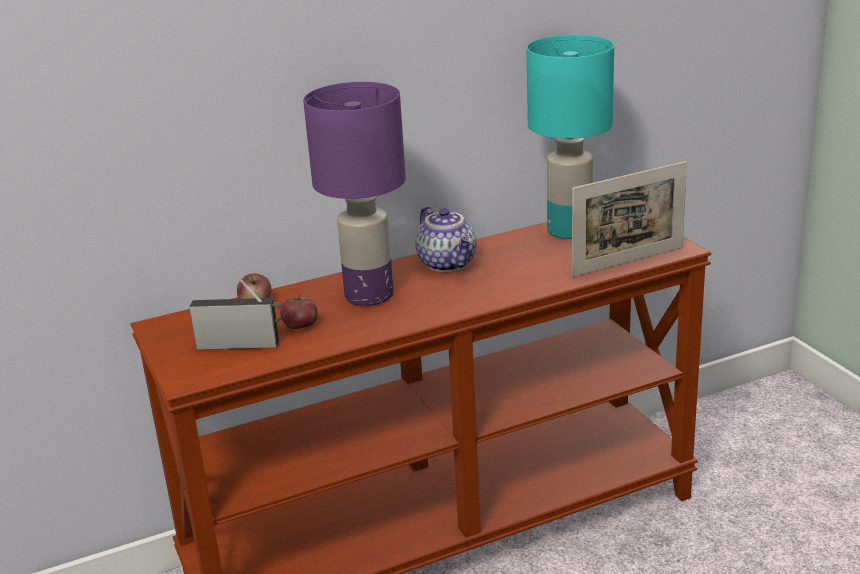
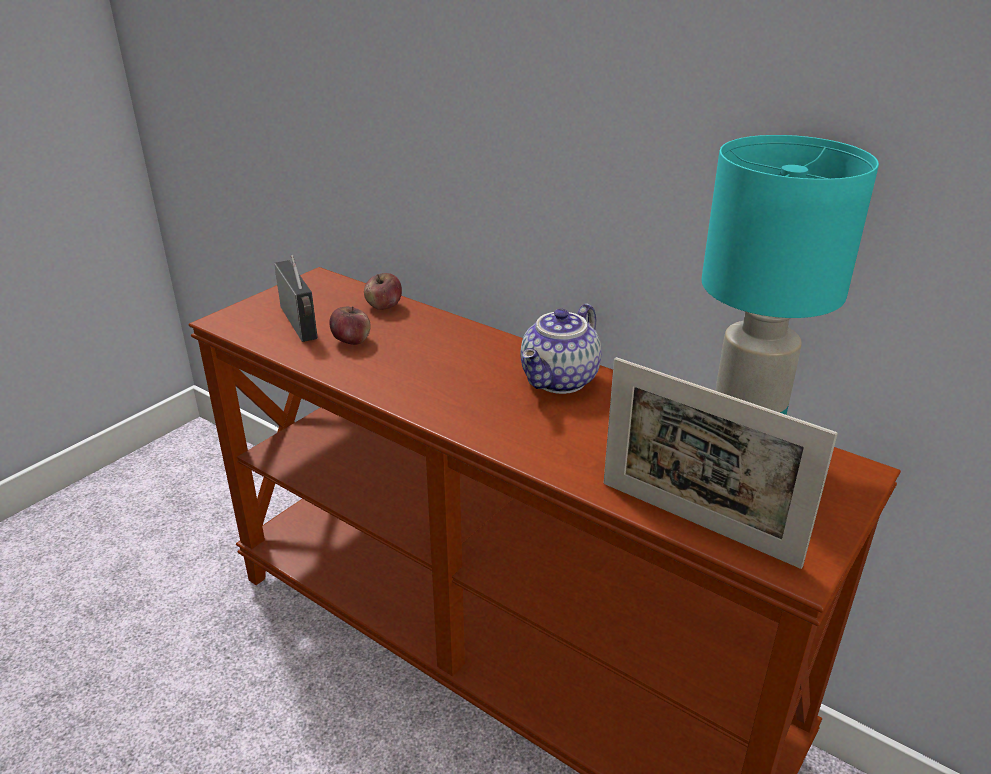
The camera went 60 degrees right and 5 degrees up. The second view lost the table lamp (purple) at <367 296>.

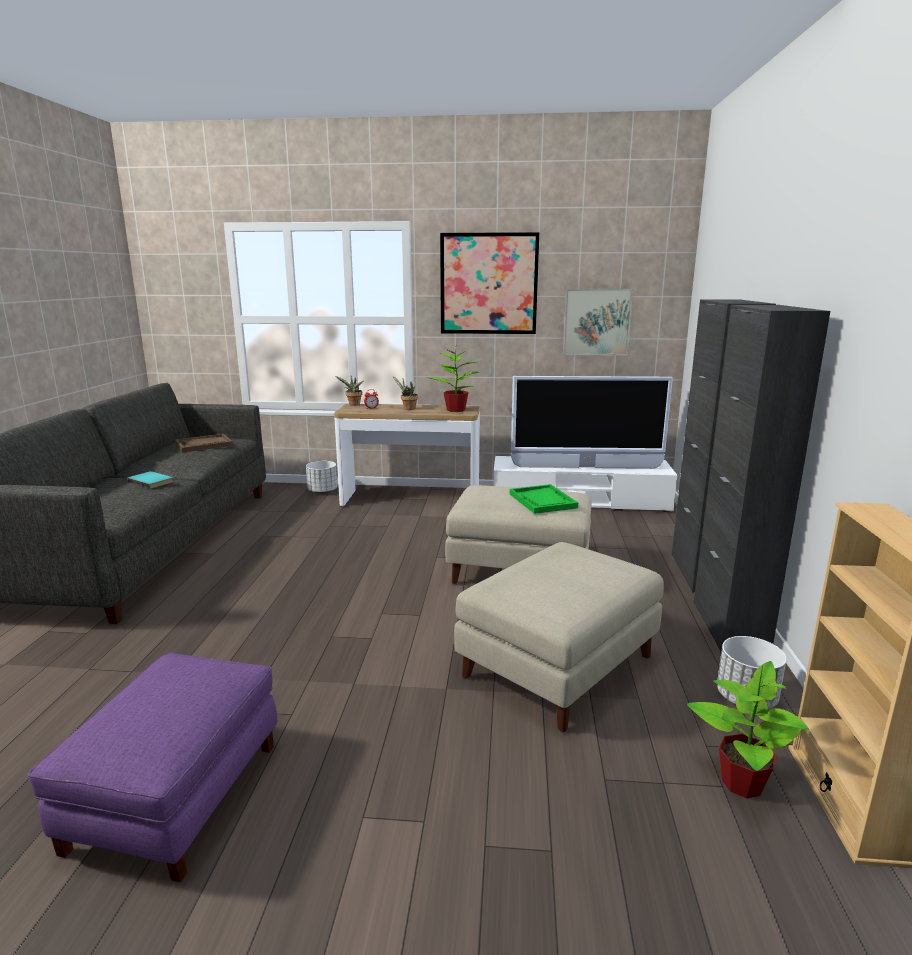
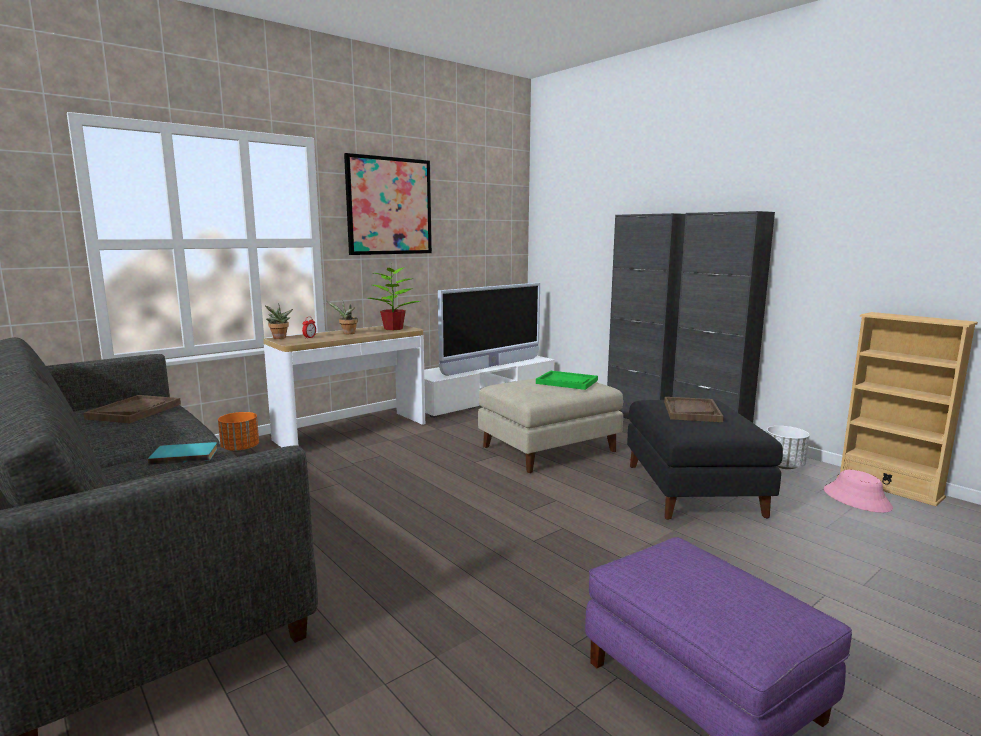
The camera went 45 degrees left and 5 degrees down. What was the planter (white) at <323 491> turned into the planter (orange) at <240 449>. What was the ottoman (beige) at <558 668> turned into the ottoman (black) at <694 491>. The second view gained the tray (brown) at <691 411>. Where the potted plant stood at <742 782>, the hat (pink) came to stand at <857 499>. The second view lost the picture at <596 322>.

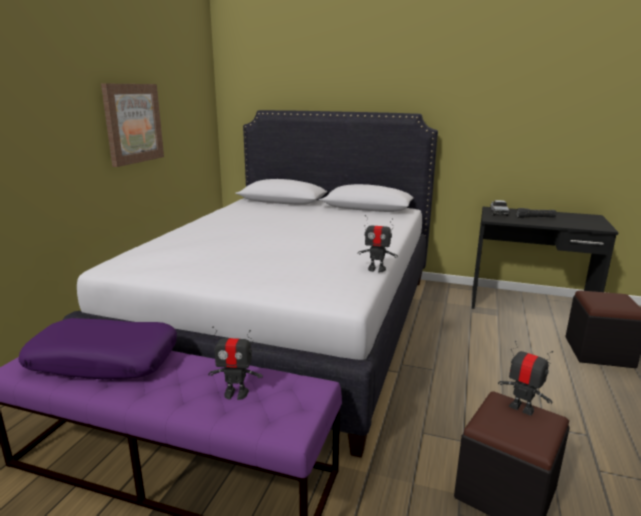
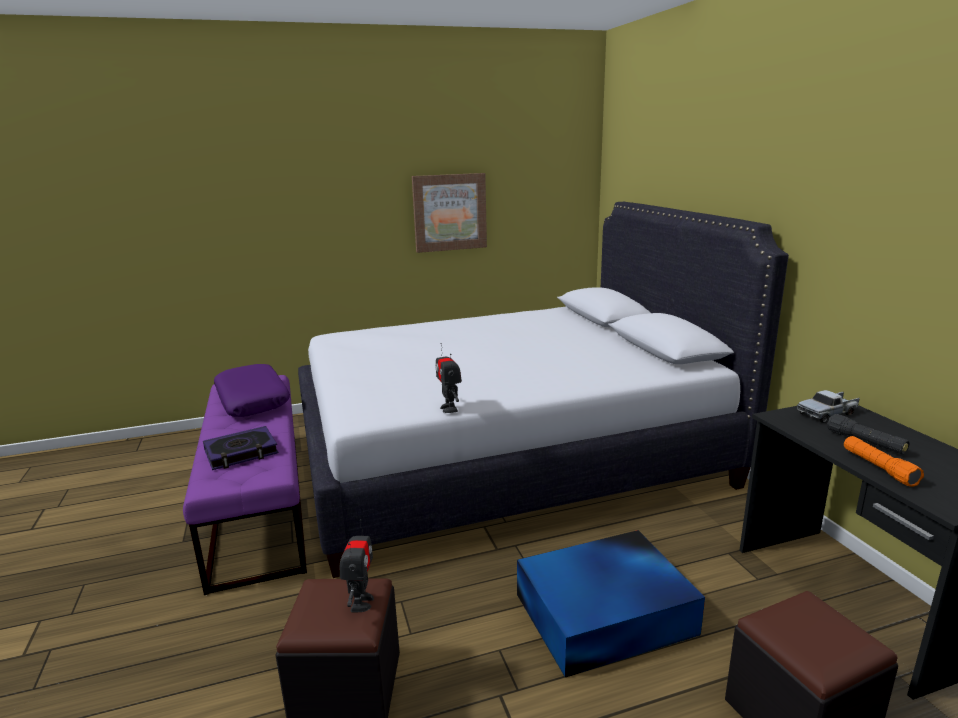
The camera went 55 degrees right and 0 degrees up. Where the toy robot stood at <236 393>, the book came to stand at <241 452>. The second view gained the storage box (blue) at <607 614>. The second view gained the flashlight (orange) at <878 468>.

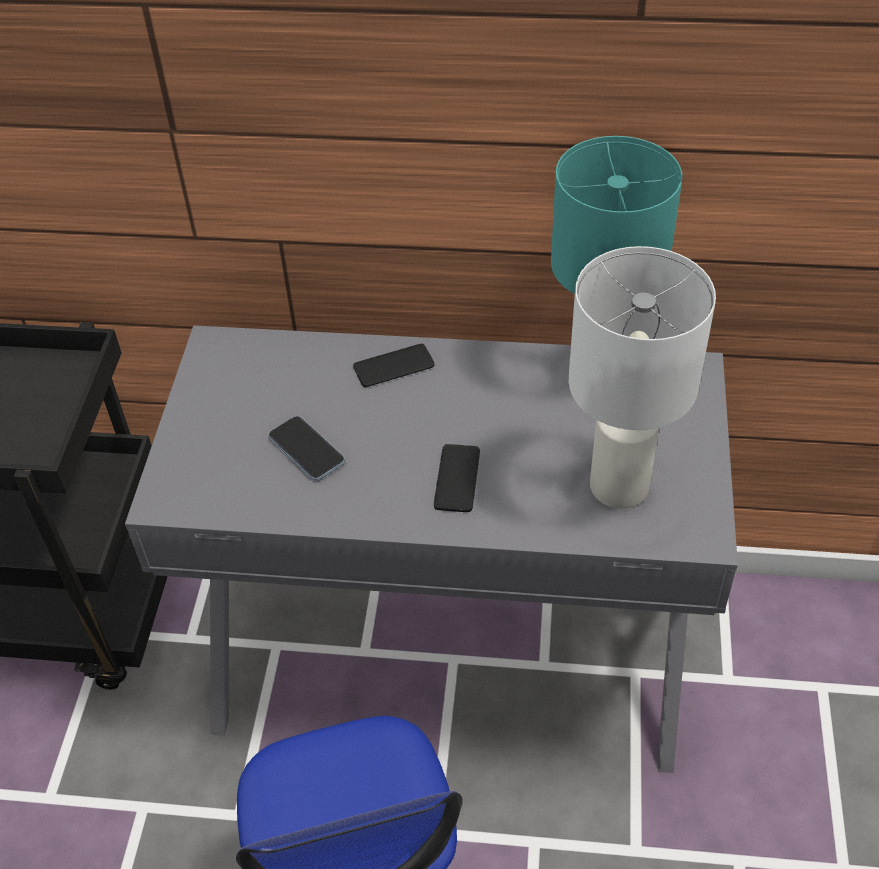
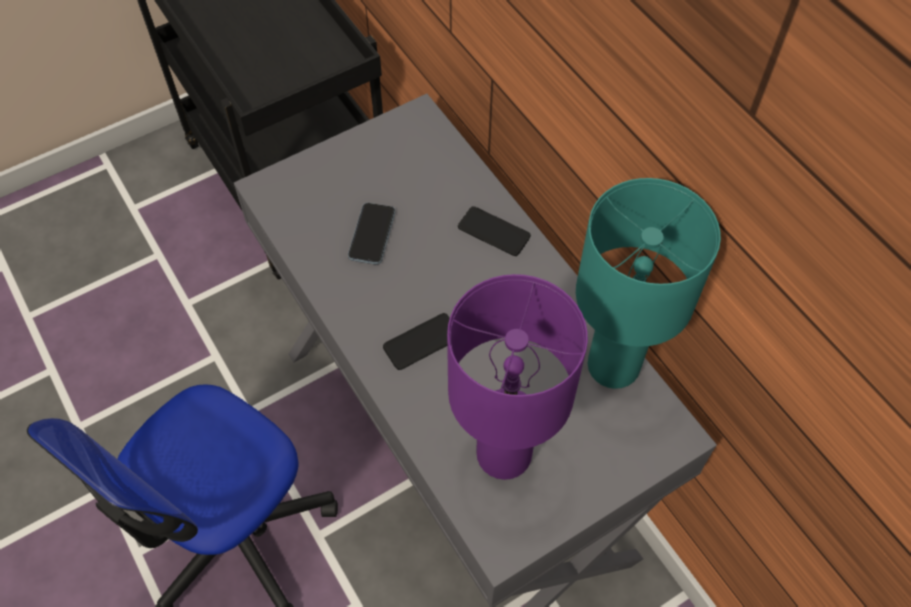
The camera went 50 degrees right and 10 degrees up. What was the table lamp (white) at <619 487> turned into the table lamp (purple) at <502 454>.

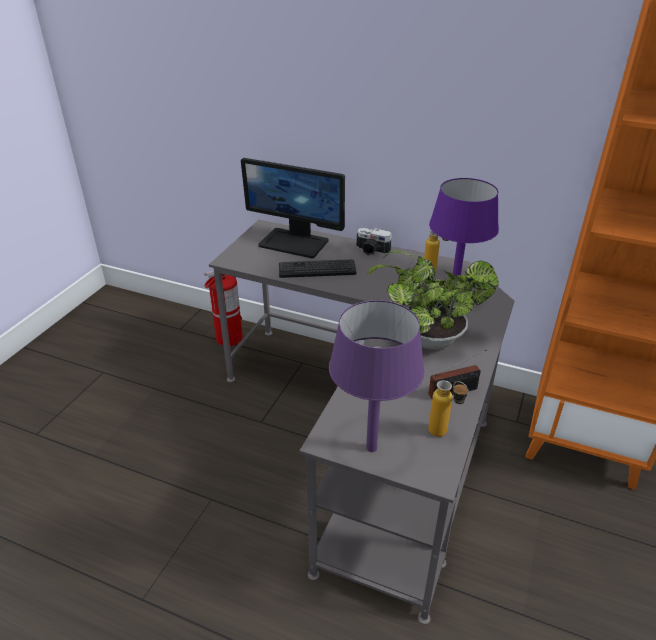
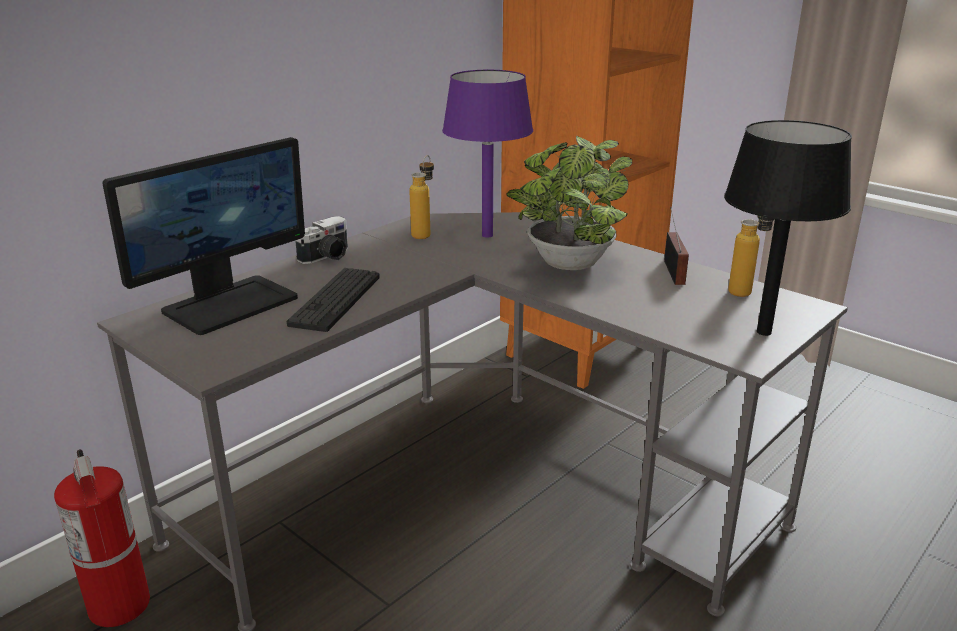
The camera went 70 degrees left and 10 degrees down. What was the table lamp (purple) at <371 447> turned into the table lamp (black) at <763 332>.

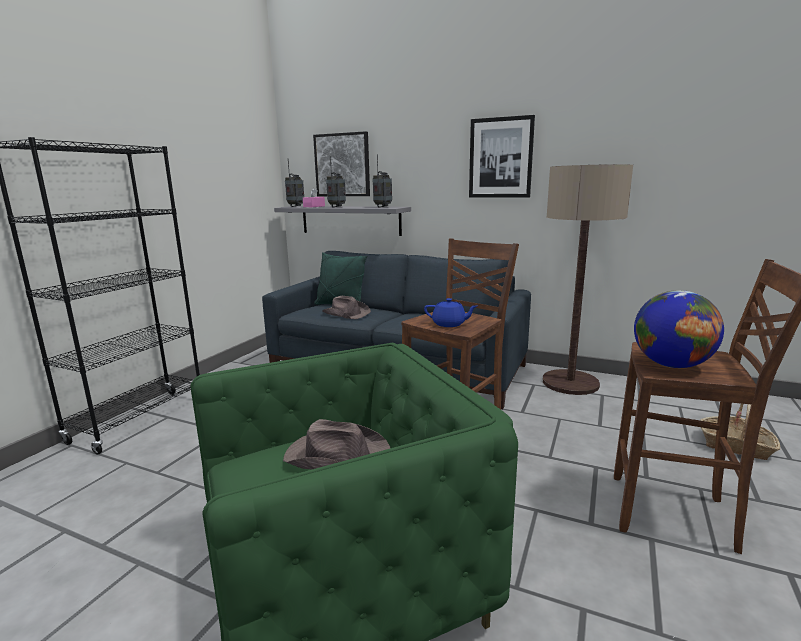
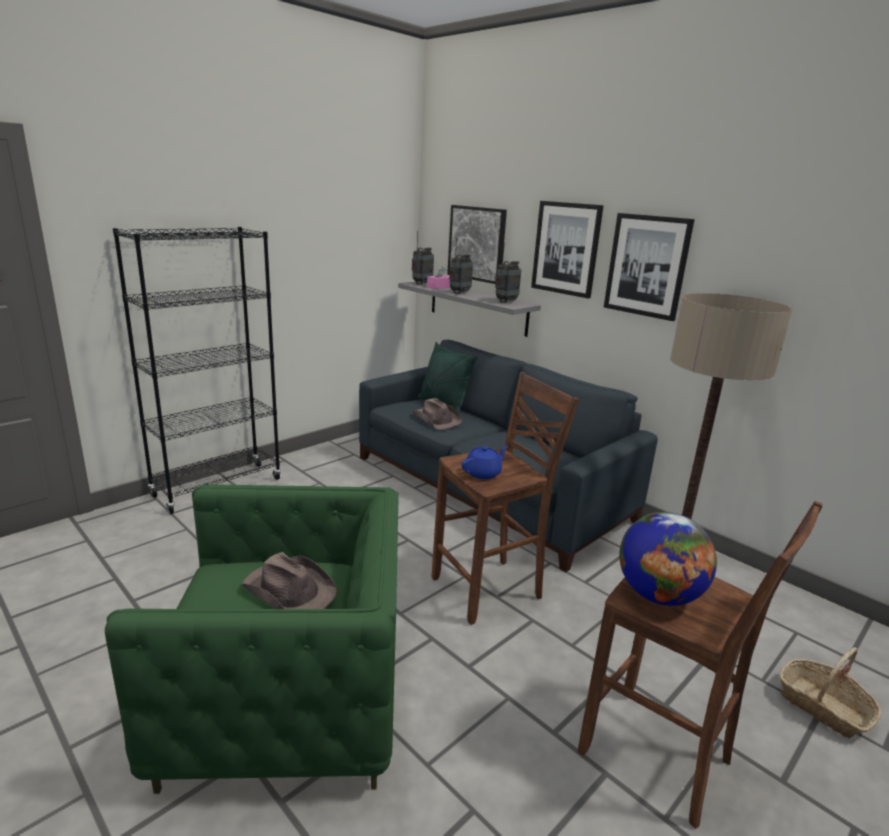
The camera went 20 degrees right and 5 degrees up. The teapot (blue) at <449 324> ended up facing another way, 75 degrees counterclockwise from before. The second view gained the picture at <566 248>.

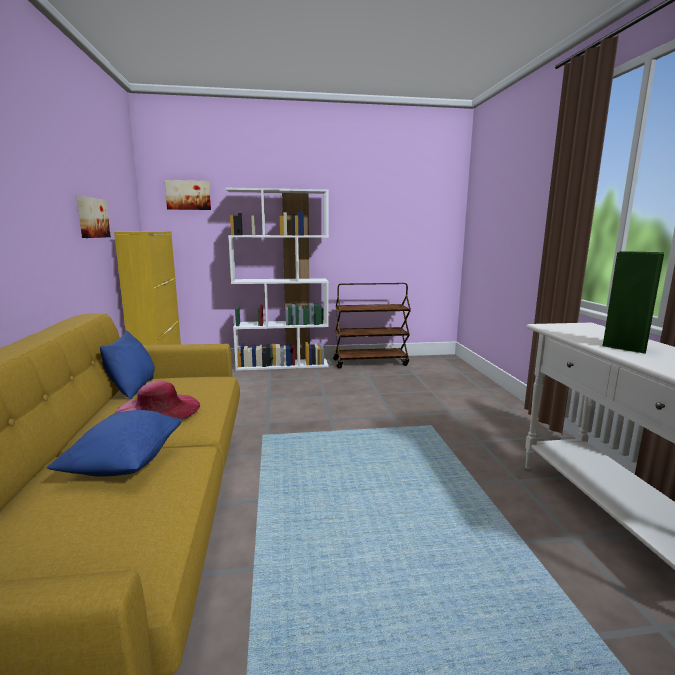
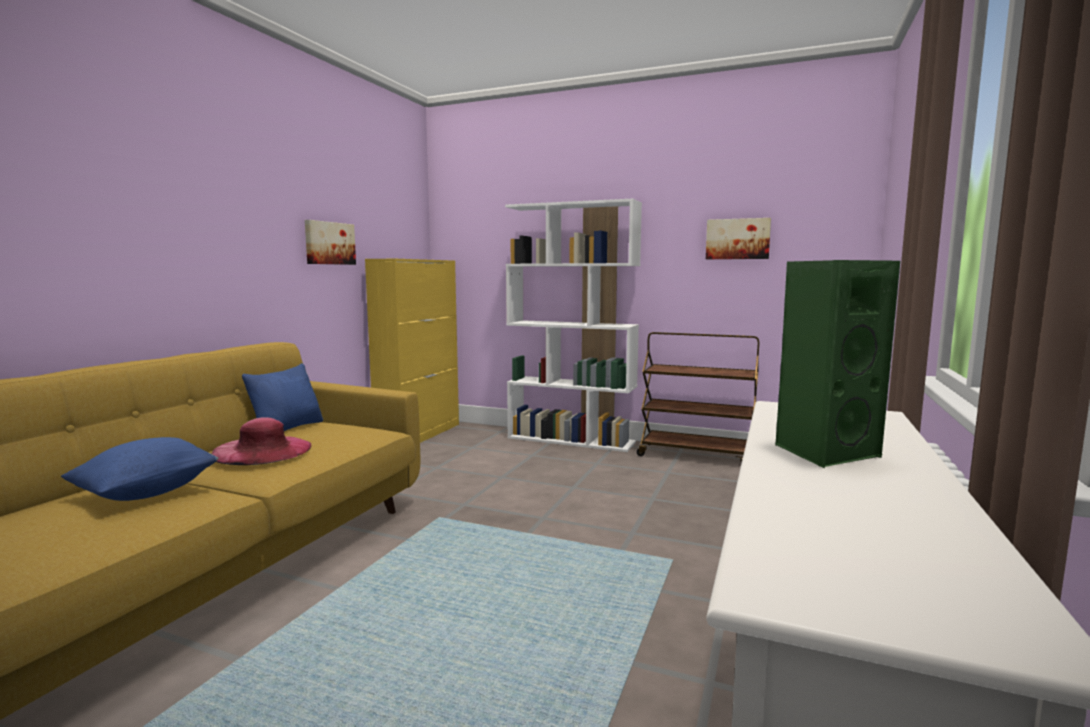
The camera went 30 degrees right and 5 degrees down. The picture ended up elsewhere, having gone from <188 195> to <737 239>.

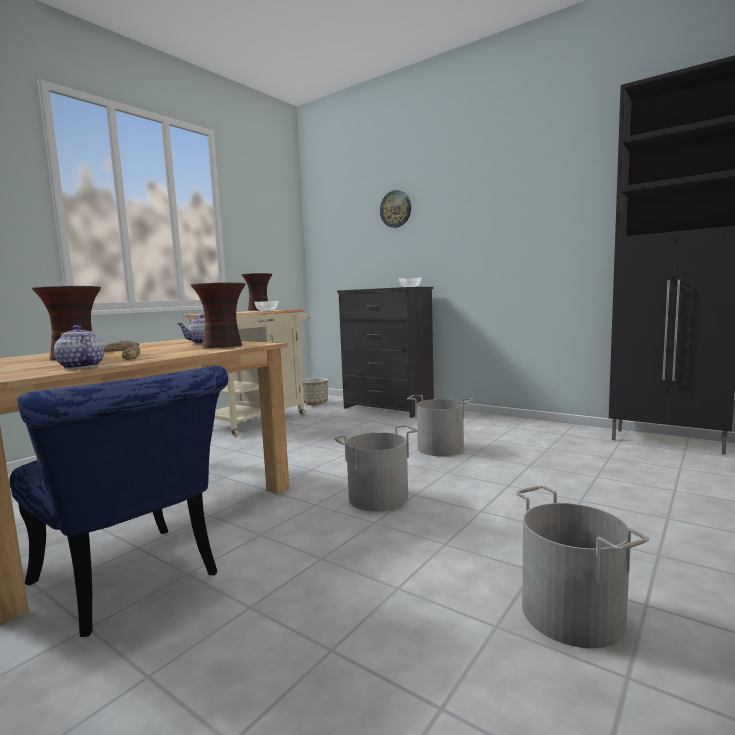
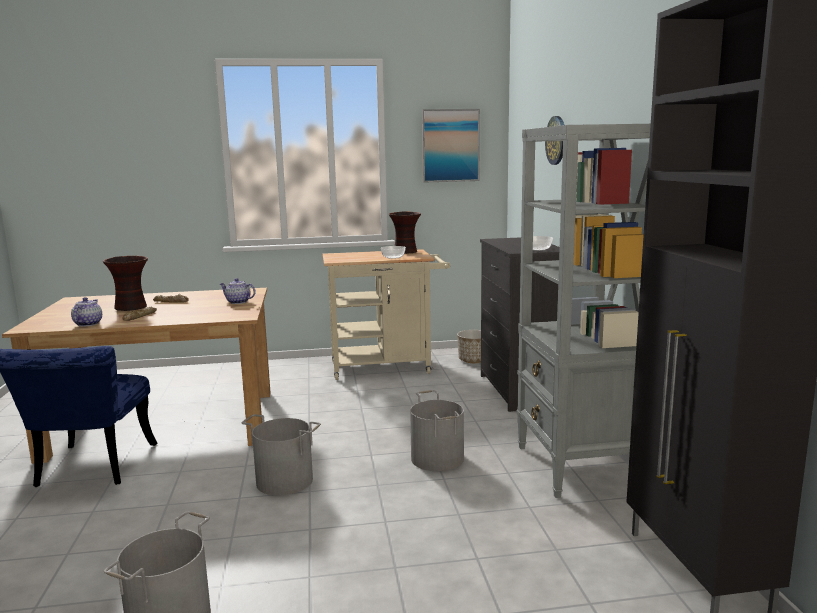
The camera went 45 degrees right and 5 degrees up. The second view gained the picture at <450 145>. The second view gained the bookcase (grey) at <575 467>. The second view lost the vase at <224 346>.

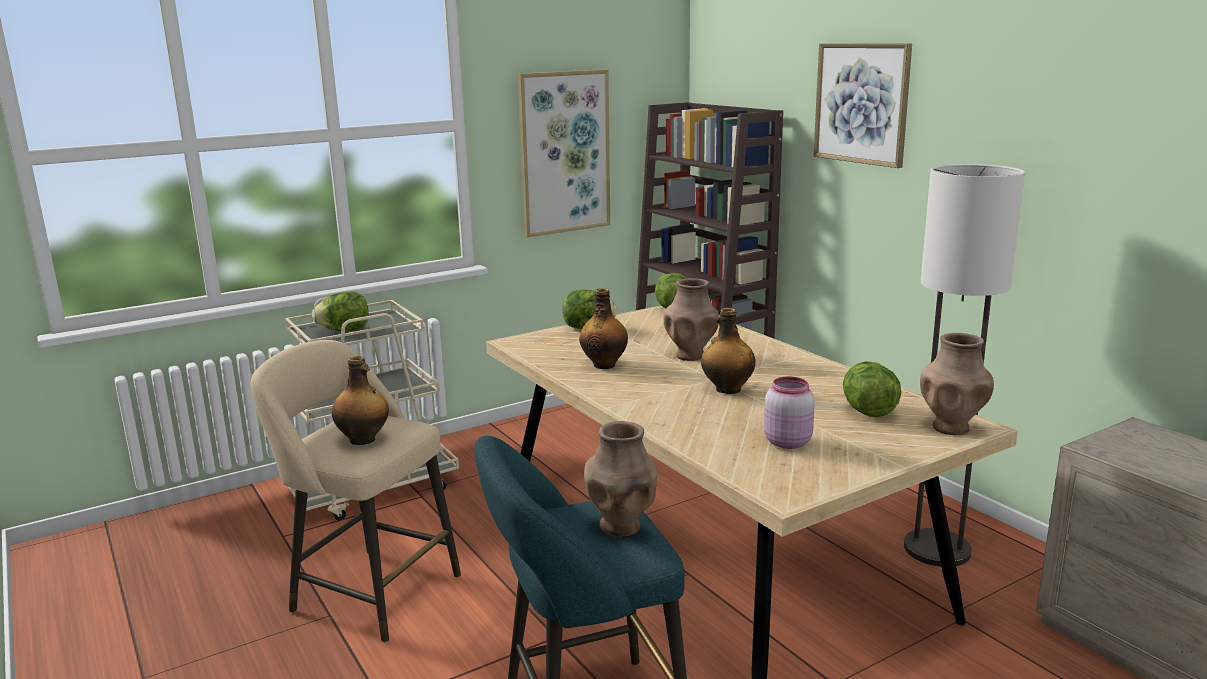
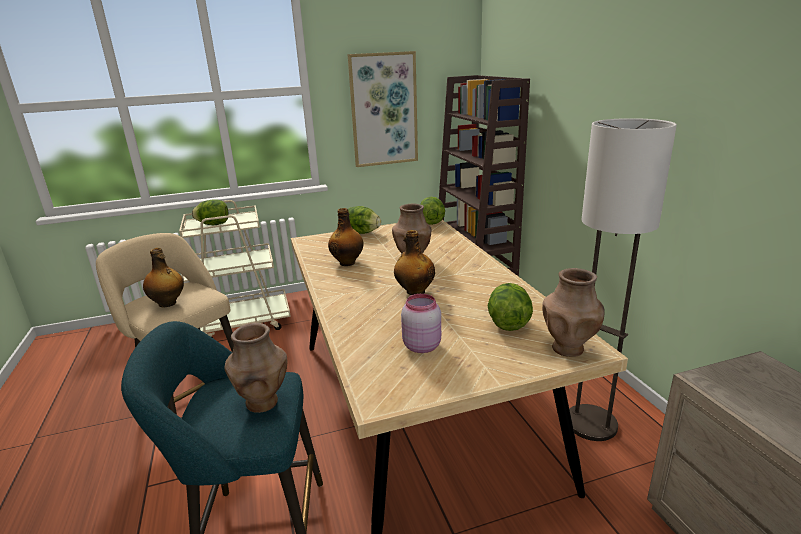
The camera went 15 degrees right and 5 degrees up. The second view lost the picture at <861 103>.

